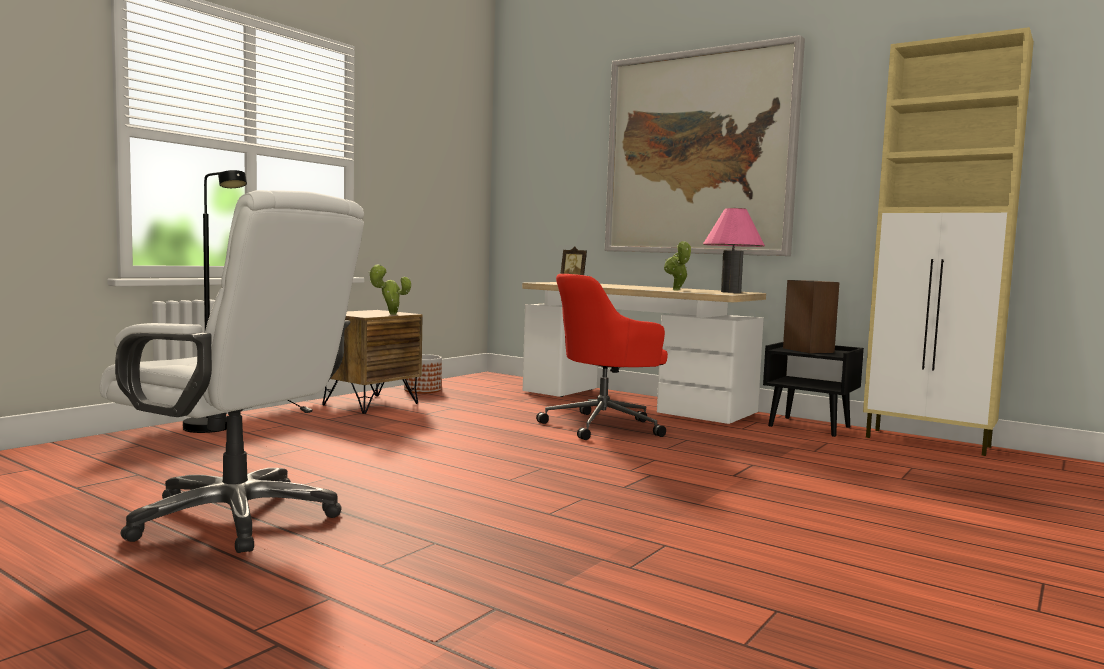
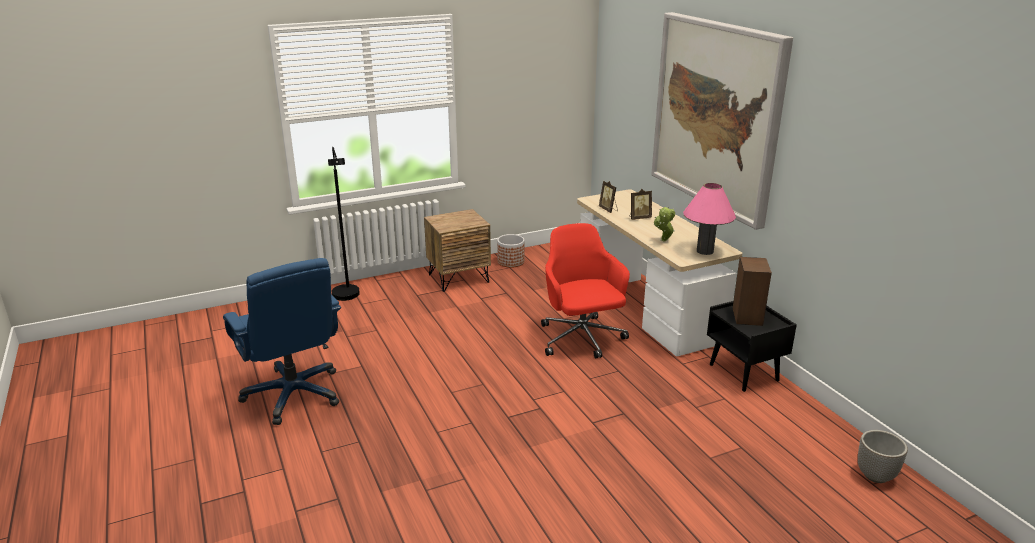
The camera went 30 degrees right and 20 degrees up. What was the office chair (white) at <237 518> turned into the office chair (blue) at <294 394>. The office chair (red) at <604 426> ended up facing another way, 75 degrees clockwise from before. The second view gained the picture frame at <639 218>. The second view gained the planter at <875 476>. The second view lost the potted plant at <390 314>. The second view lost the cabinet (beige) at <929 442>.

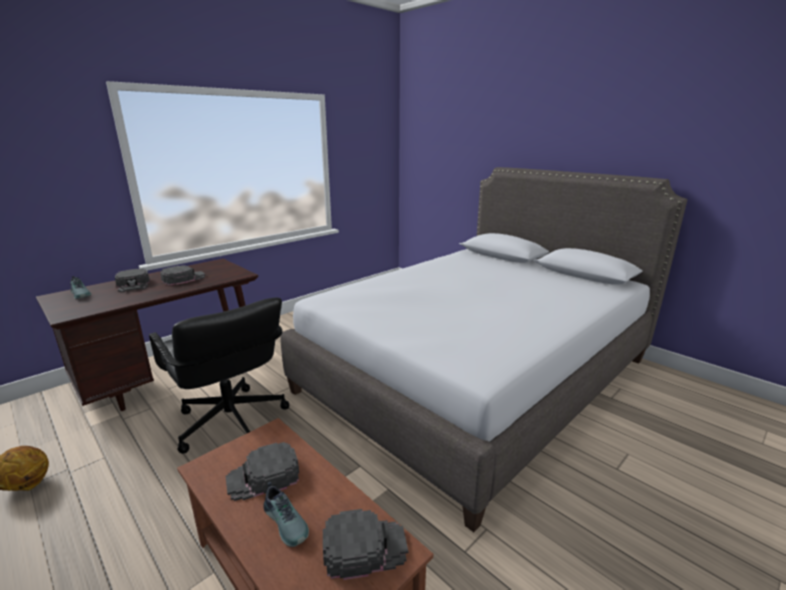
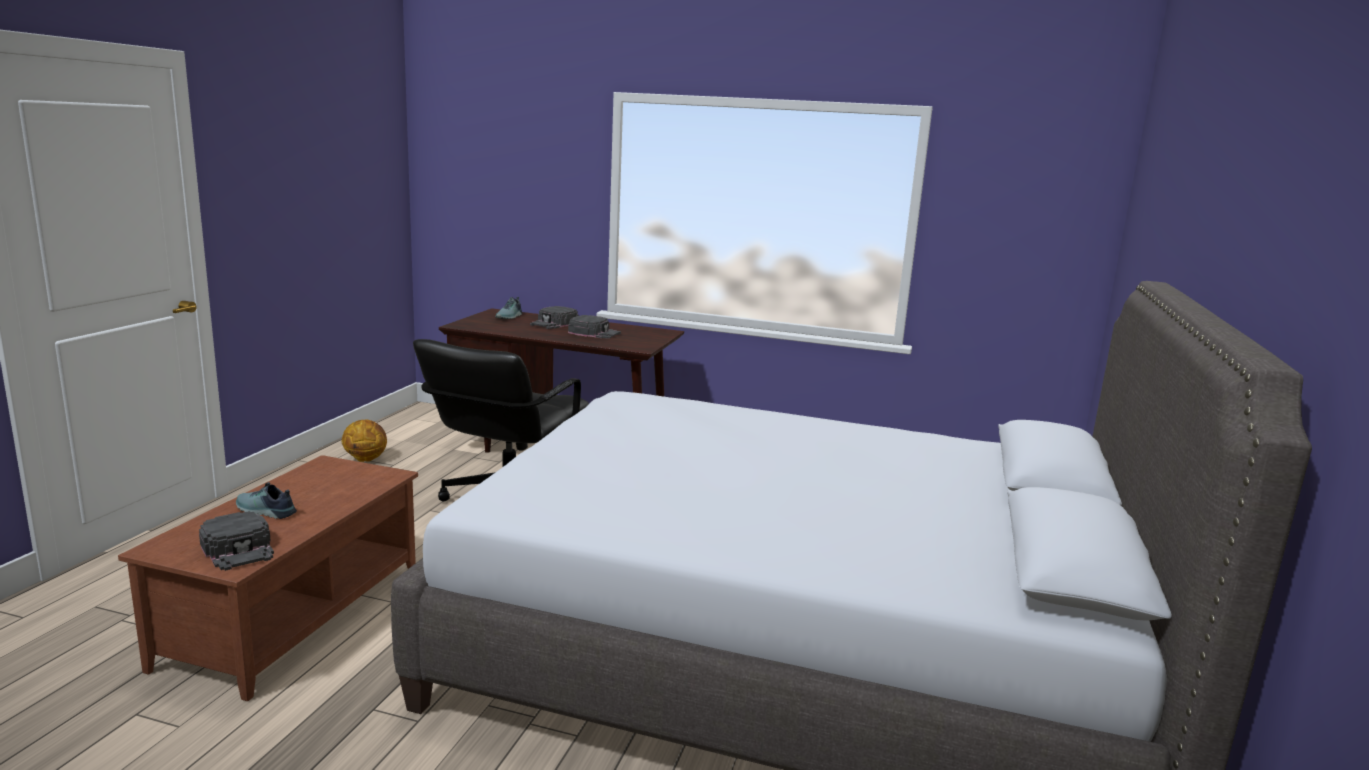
The camera went 60 degrees right and 5 degrees down. The shoe at <287 521> ended up facing another way, 90 degrees clockwise from before. The second view lost the cap (black) at <263 477>.

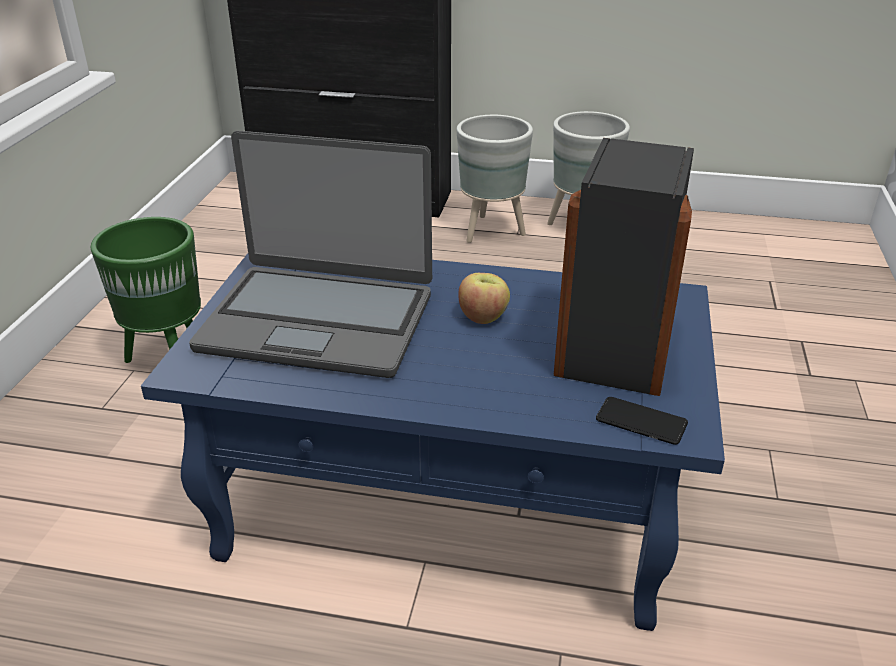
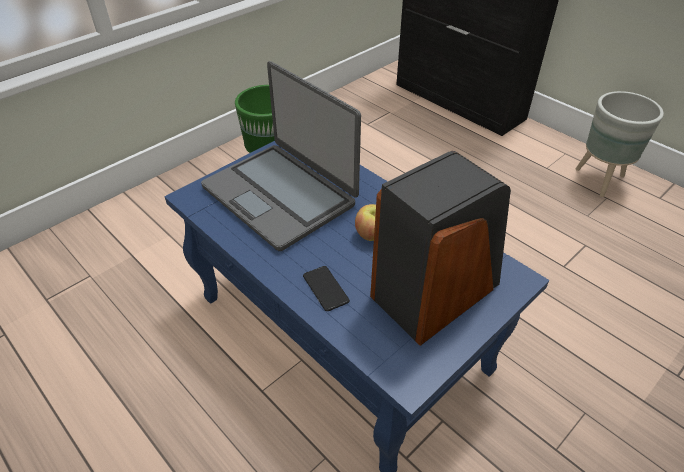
The camera went 35 degrees right and 10 degrees up. The phone ended up elsewhere, having gone from <641 422> to <325 289>. The second view lost the planter (grey) at <492 231>.

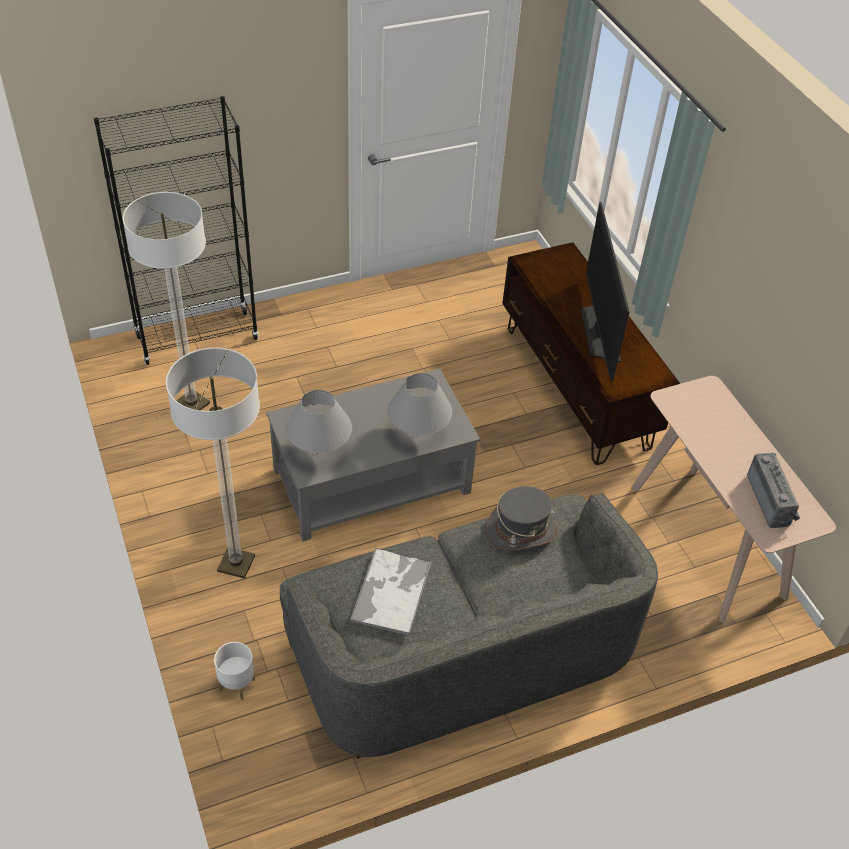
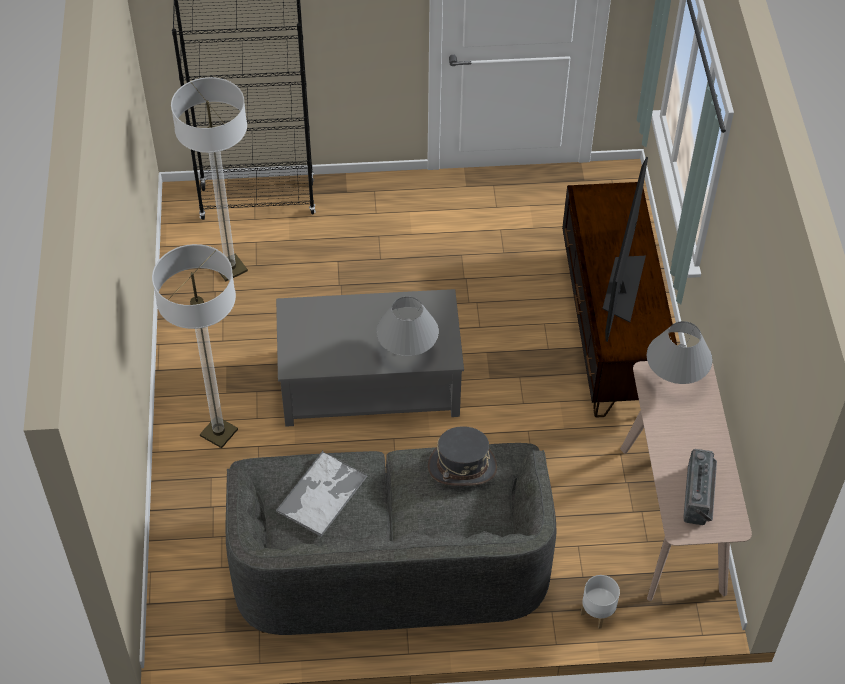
The camera went 20 degrees right and 5 degrees up. The planter (white) ended up elsewhere, having gone from <236 685> to <597 613>. The table lamp (grey) ended up elsewhere, having gone from <319 451> to <674 378>.

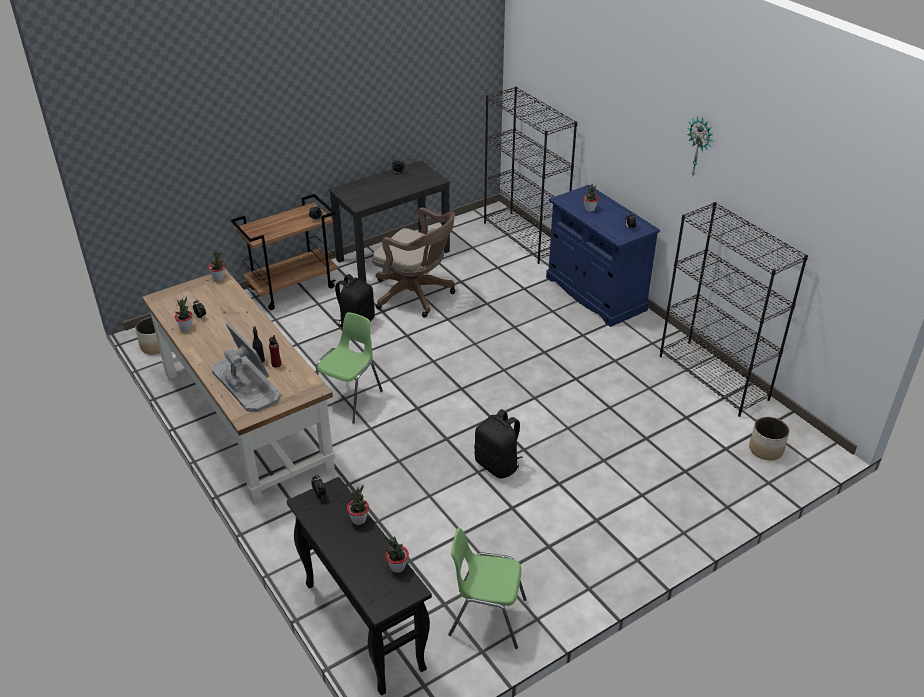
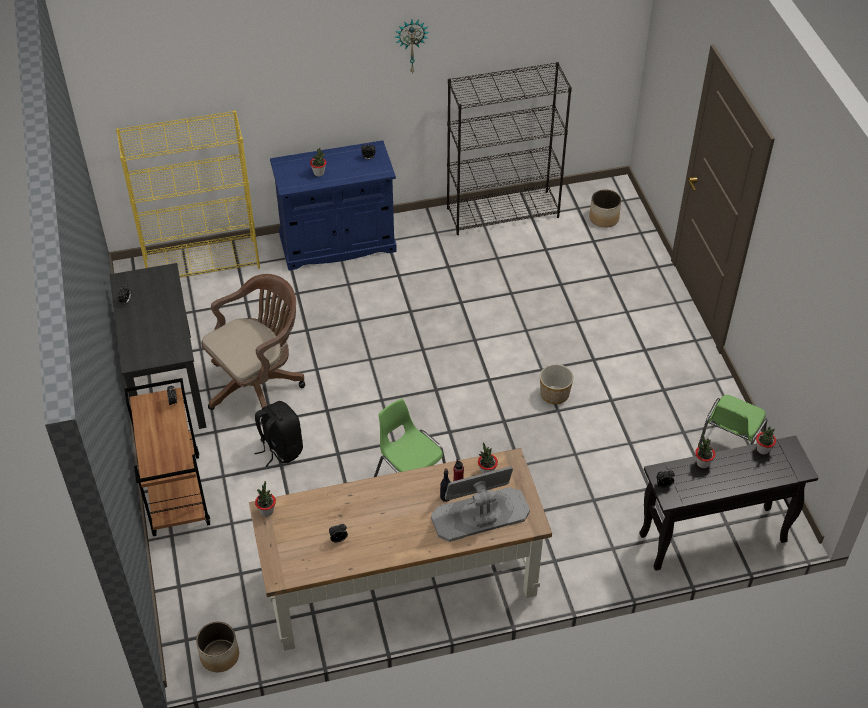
The camera went 70 degrees left and 10 degrees up. What was the bookcase (black) at <525 237> turned into the bookcase (yellow) at <203 263>. The potted plant ended up elsewhere, having gone from <186 327> to <487 471>. Where the backpack (black) stood at <498 465>, the planter came to stand at <554 393>.

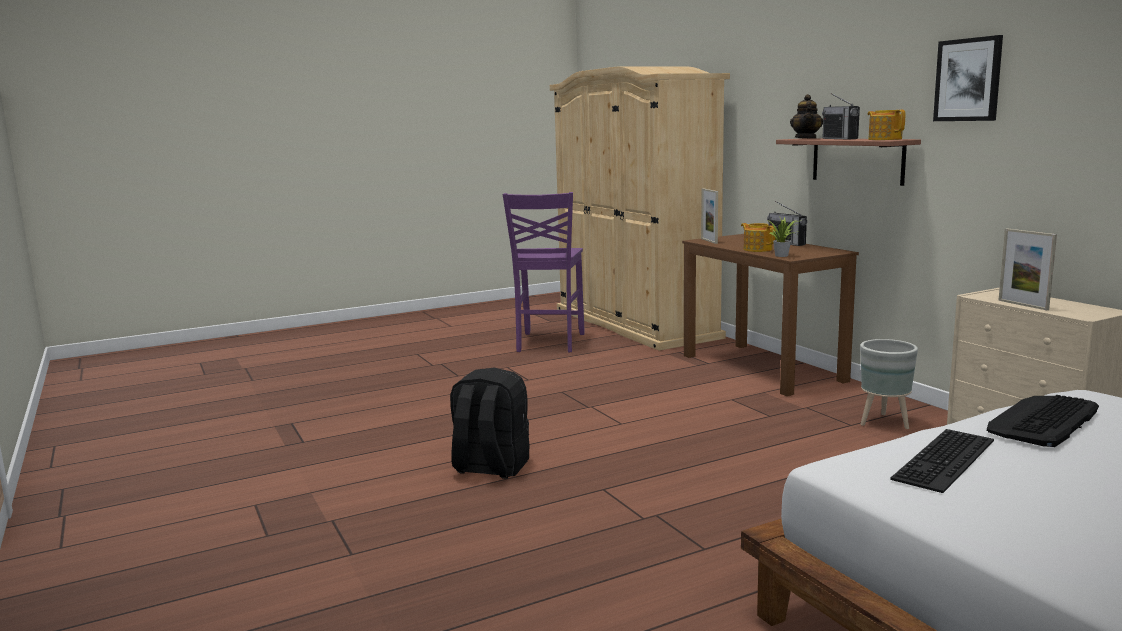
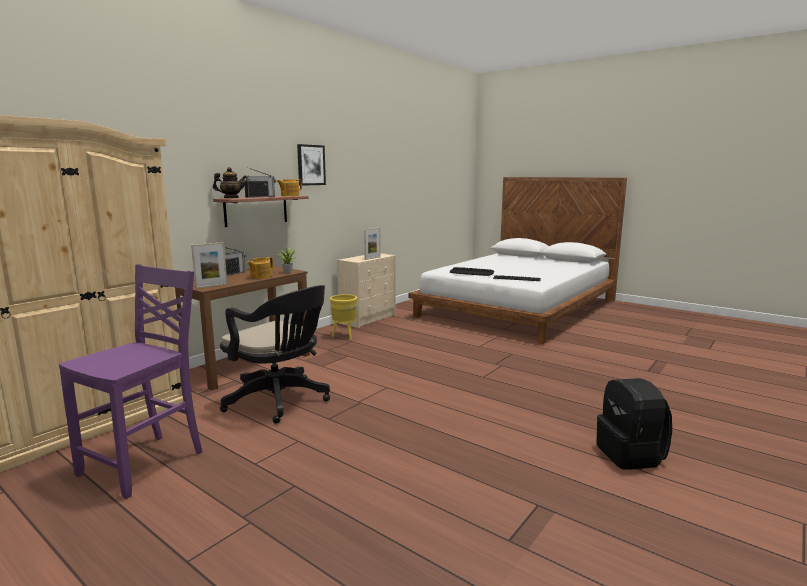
The camera went 115 degrees left and 0 degrees up. The chair (purple) at <548 343> ended up facing another way, 45 degrees counterclockwise from before. The second view gained the office chair (black) at <280 401>. What was the planter (grey) at <883 422> turned into the planter (yellow) at <344 336>. The backpack (black) ended up elsewhere, having gone from <490 467> to <630 455>.

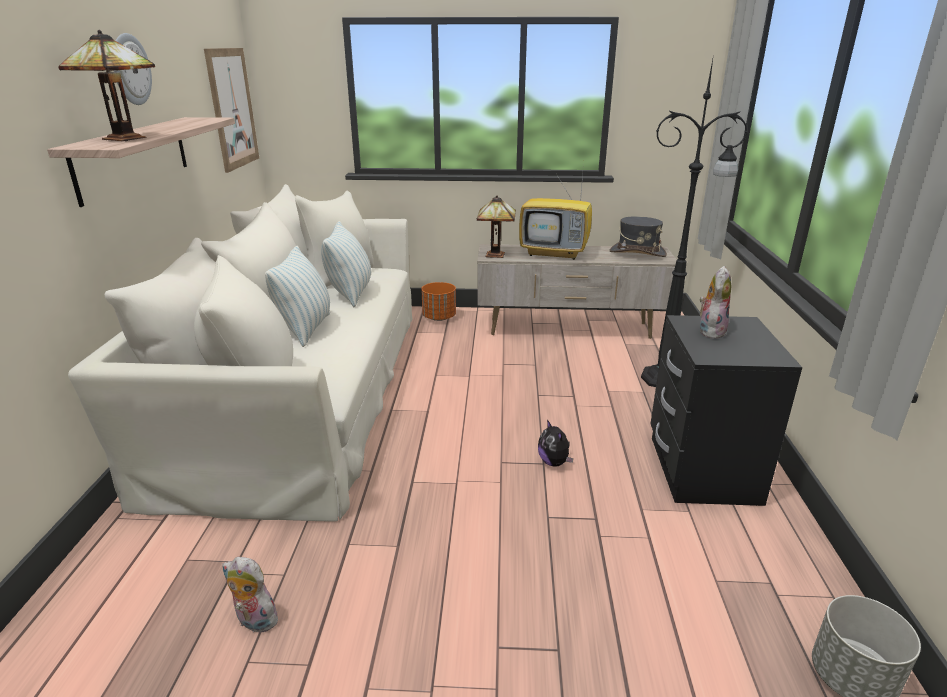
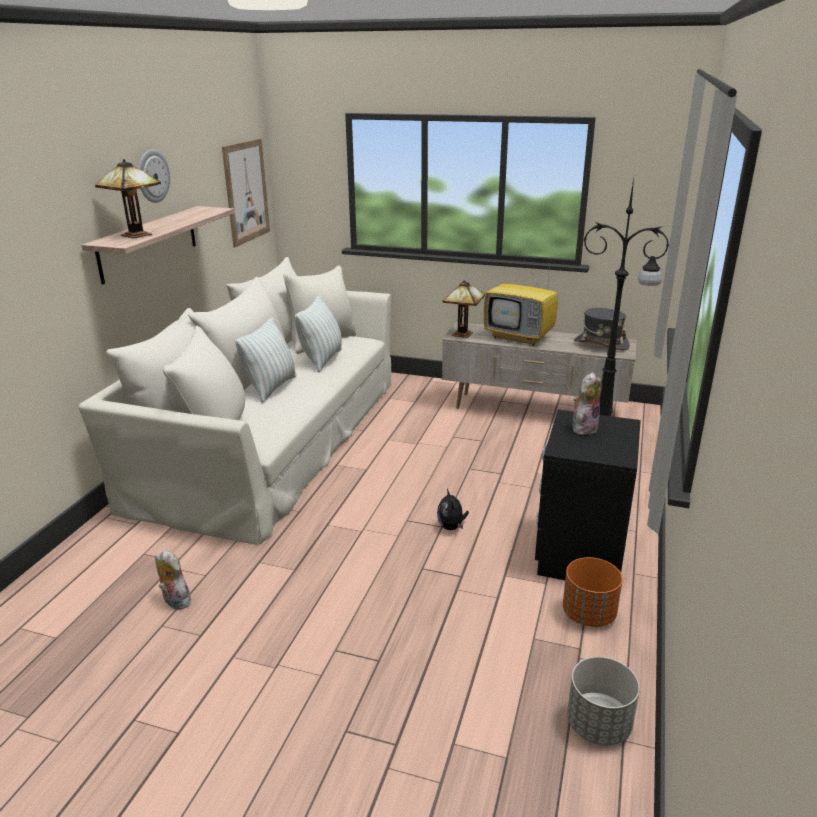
The camera went 15 degrees right and 0 degrees up. The planter (orange) ended up elsewhere, having gone from <439 318> to <589 614>.

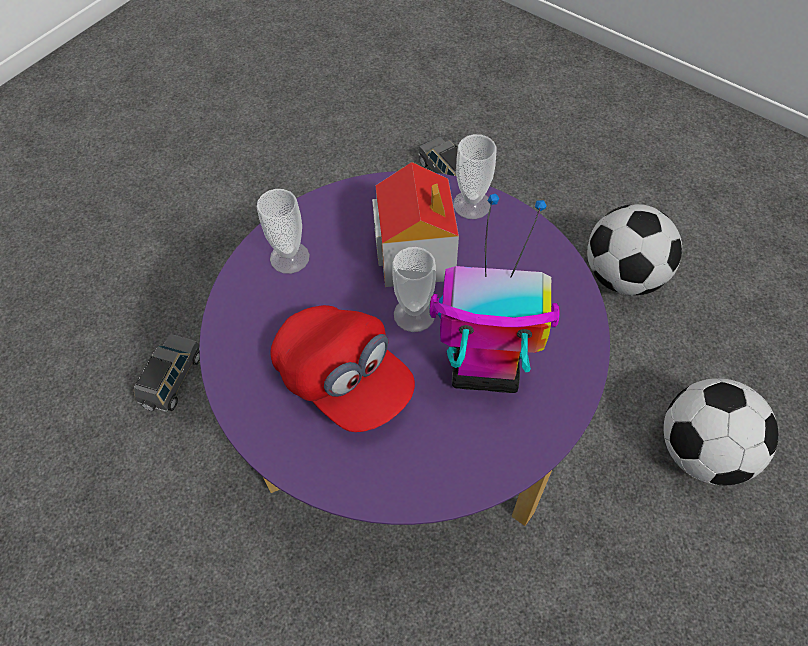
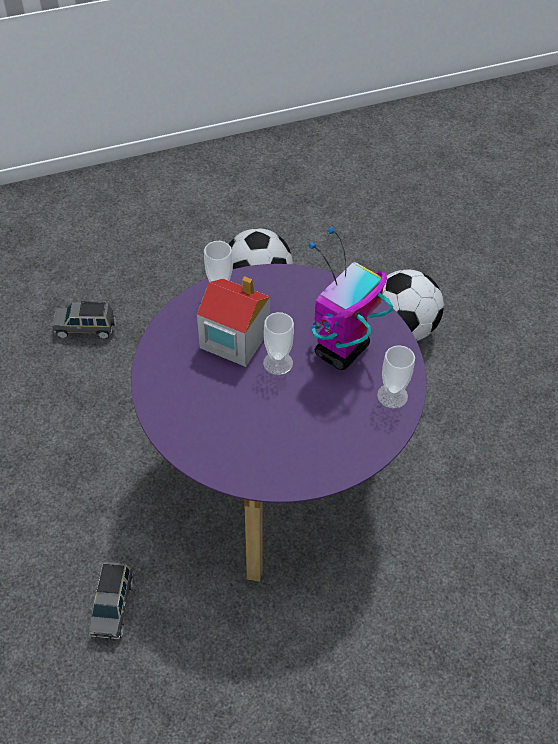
The camera went 60 degrees left and 5 degrees down. The toy car (grey) at <172 380> ended up facing another way, 135 degrees counterclockwise from before. The cup ended up elsewhere, having gone from <289 257> to <392 396>. The second view lost the cap (red) at <343 380>.

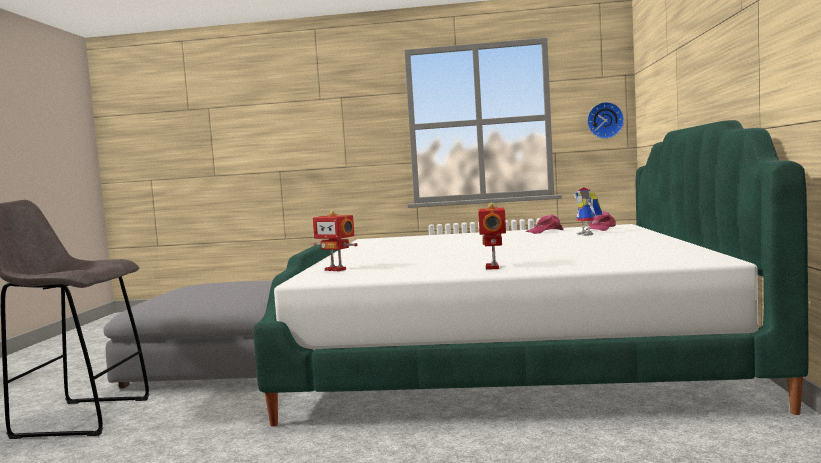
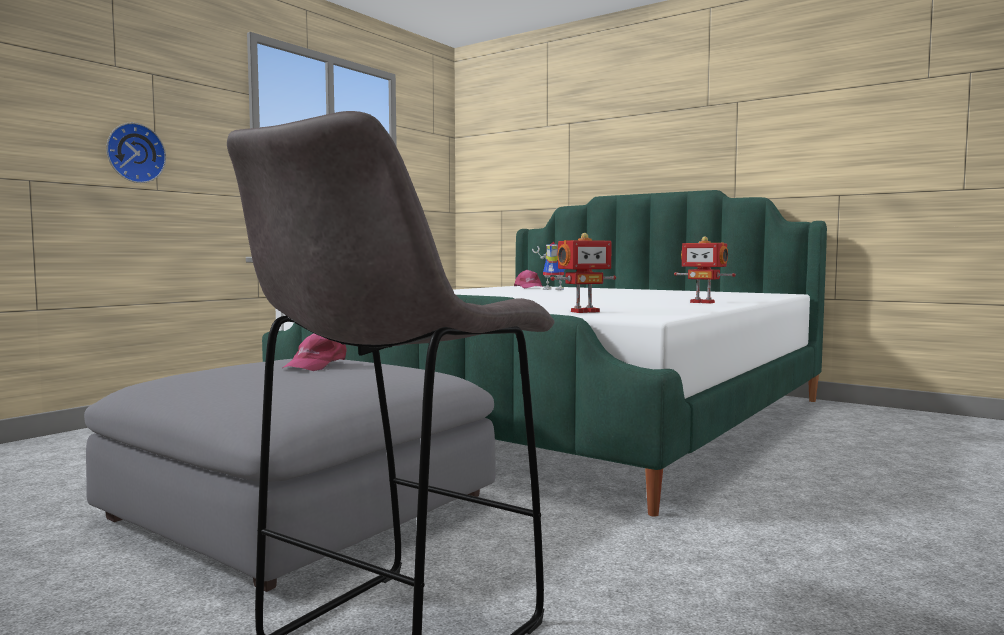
The camera went 60 degrees left and 0 degrees up. The wall clock ended up elsewhere, having gone from <604 120> to <134 153>. The cap (pink) ended up elsewhere, having gone from <545 231> to <316 365>.

